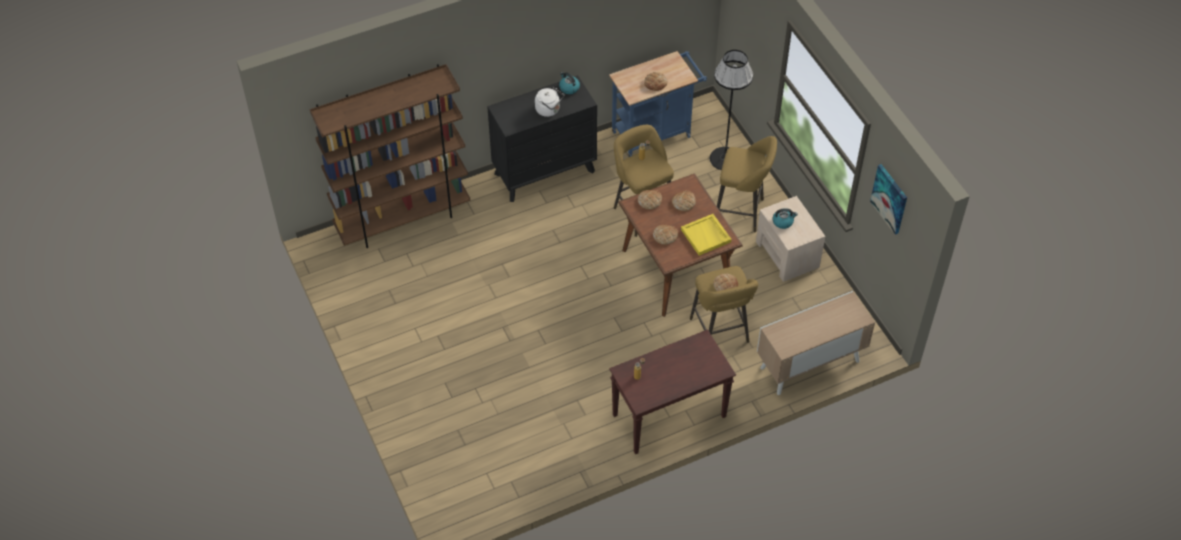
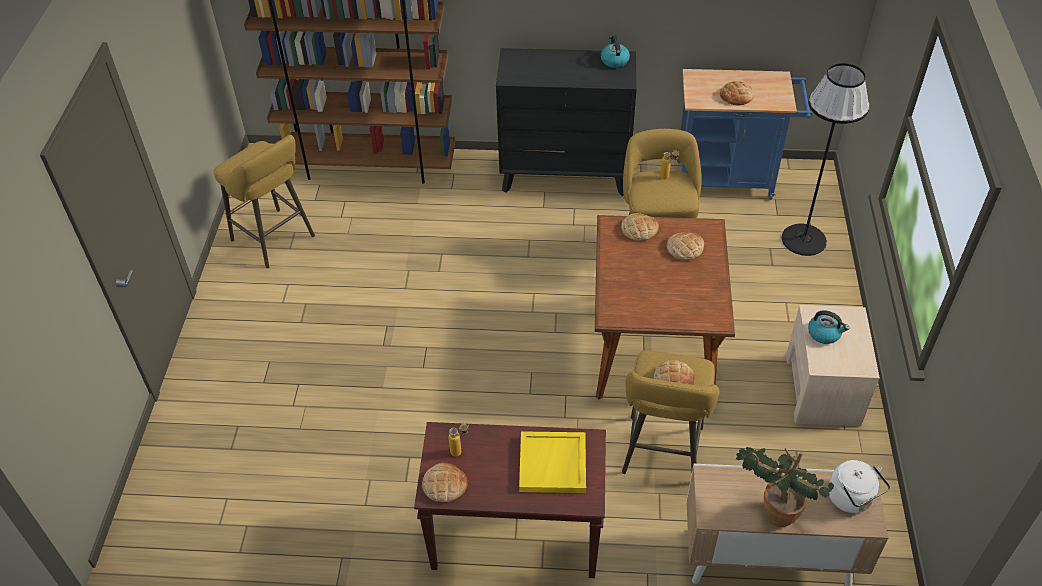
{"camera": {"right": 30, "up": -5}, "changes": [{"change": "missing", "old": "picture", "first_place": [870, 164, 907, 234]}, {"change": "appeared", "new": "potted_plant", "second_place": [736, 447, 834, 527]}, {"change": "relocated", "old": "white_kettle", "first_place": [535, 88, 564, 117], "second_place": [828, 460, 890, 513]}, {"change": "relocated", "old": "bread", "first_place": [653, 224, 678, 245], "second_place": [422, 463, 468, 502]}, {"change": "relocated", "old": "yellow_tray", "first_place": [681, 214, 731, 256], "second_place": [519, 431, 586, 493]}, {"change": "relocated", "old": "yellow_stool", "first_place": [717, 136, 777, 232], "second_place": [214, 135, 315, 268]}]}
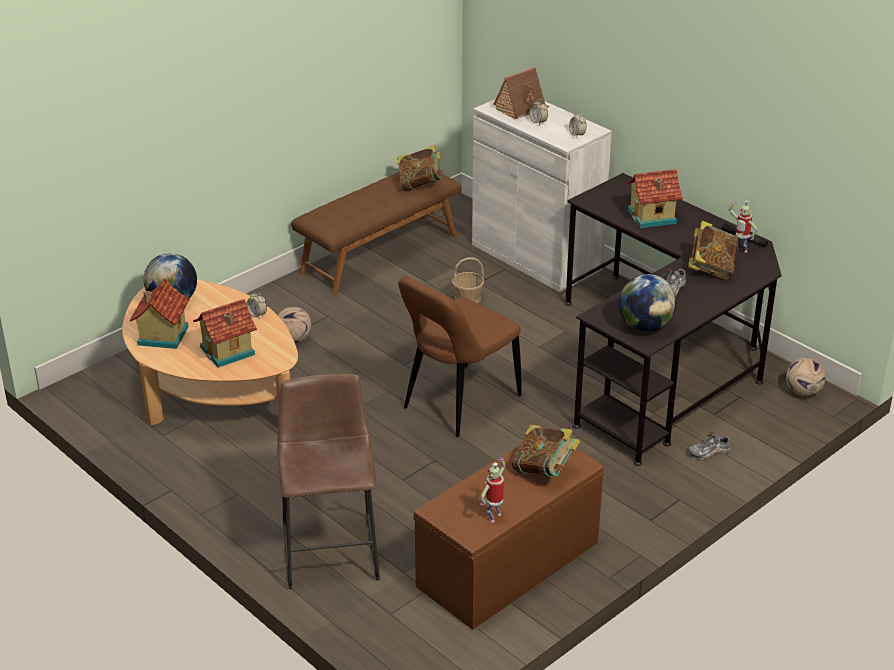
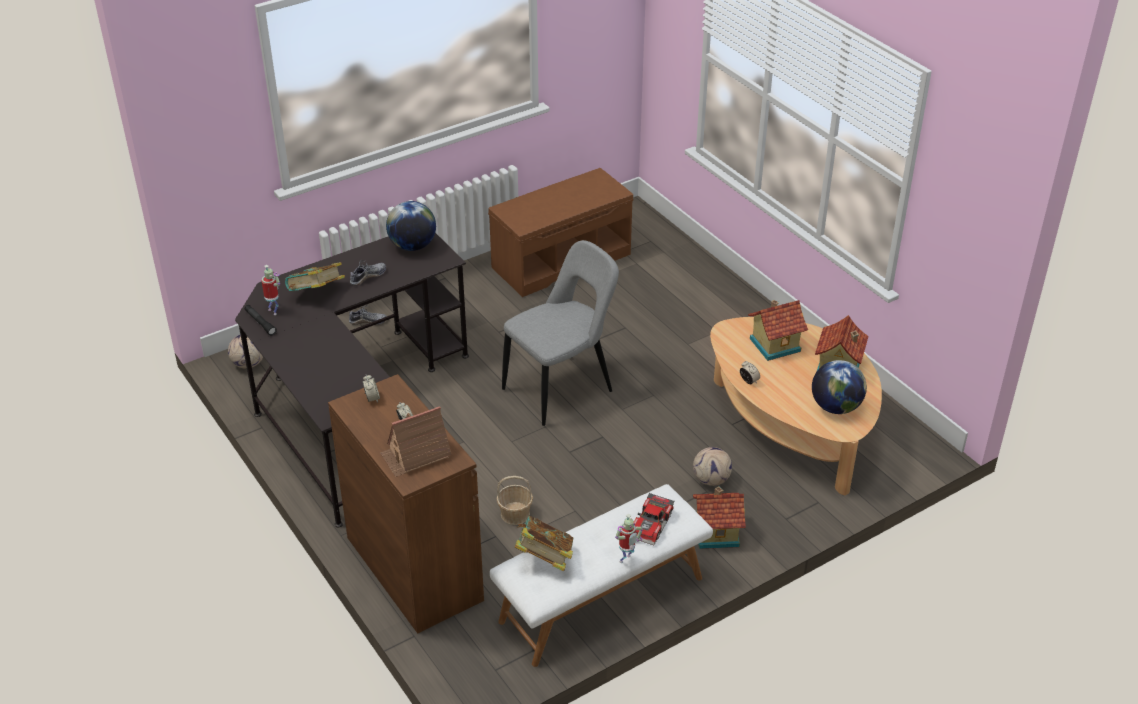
{"camera": {"right": -170, "up": 5}, "changes": [{"change": "missing", "old": "brown_stool", "first_place": [277, 374, 380, 589]}, {"change": "missing", "old": "book", "first_place": [511, 425, 580, 477]}, {"change": "appeared", "new": "toy_car", "second_place": [634, 493, 674, 545]}, {"change": "relocated", "old": "toy_robot", "first_place": [480, 457, 506, 523], "second_place": [615, 513, 643, 563]}, {"change": "relocated", "old": "toy_house", "first_place": [626, 169, 683, 228], "second_place": [692, 487, 746, 549]}, {"change": "colour", "old": "brown_bench", "new": "white_bench", "first_place": [291, 172, 462, 295], "second_place": [490, 484, 713, 667]}, {"change": "colour", "old": "brown_chair", "new": "grey_chair", "first_place": [398, 276, 522, 437], "second_place": [502, 240, 619, 426]}, {"change": "colour", "old": "white_cabinet", "new": "brown_cabinet", "first_place": [472, 100, 612, 293], "second_place": [328, 374, 484, 634]}]}
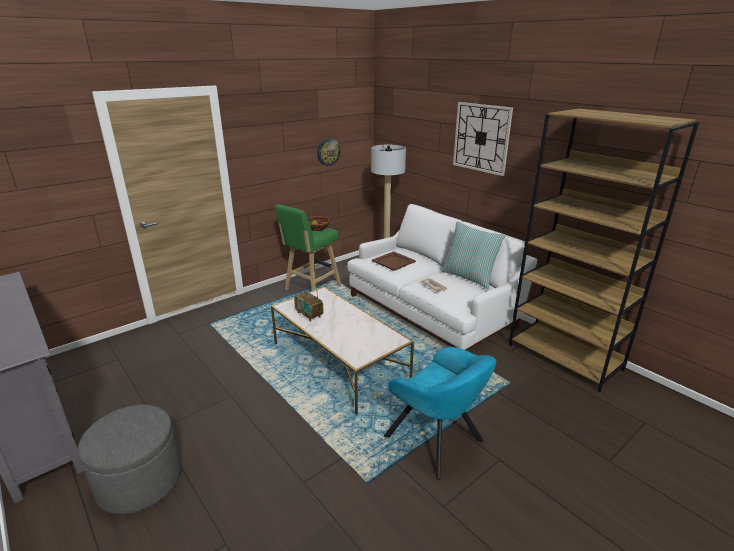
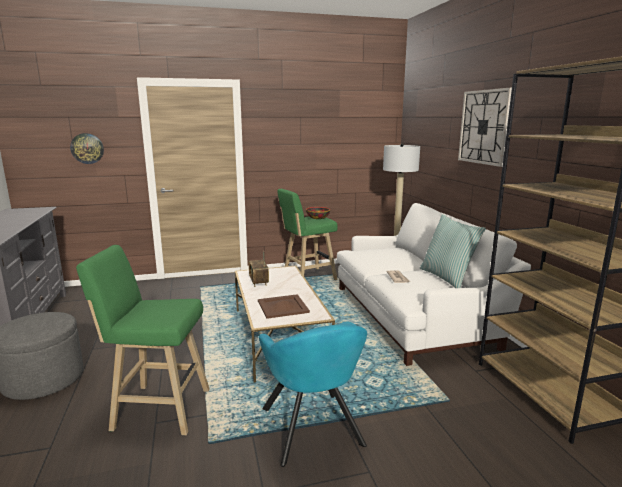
{"camera": {"right": 25, "up": -10}, "changes": [{"change": "appeared", "new": "green_stool", "second_place": [76, 245, 209, 435]}, {"change": "relocated", "old": "wall_clock", "first_place": [317, 138, 340, 166], "second_place": [70, 133, 104, 164]}, {"change": "relocated", "old": "brown_tray", "first_place": [372, 251, 416, 271], "second_place": [258, 294, 310, 319]}]}
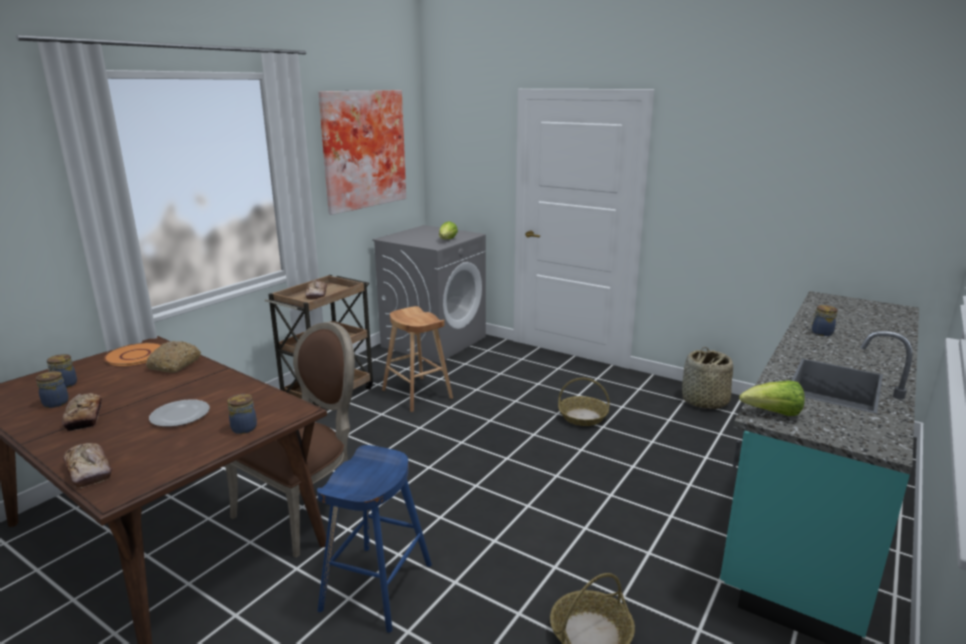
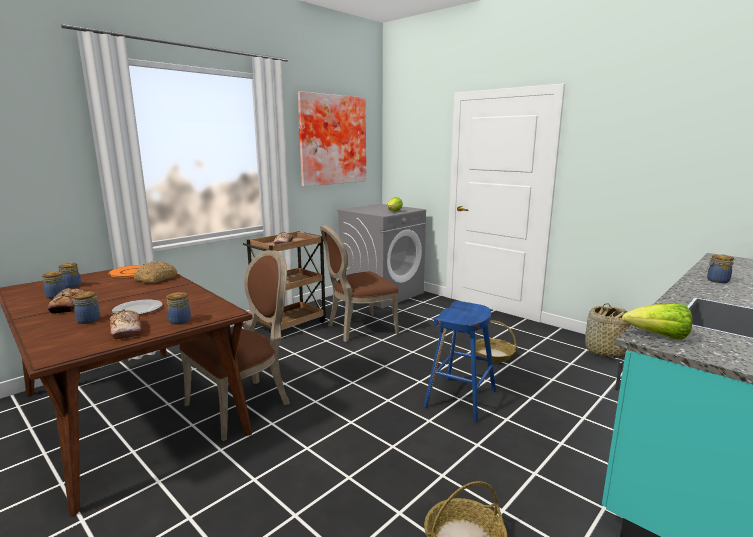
{"camera": {"right": 10, "up": -5}, "changes": [{"change": "appeared", "new": "jar", "second_place": [73, 292, 101, 324]}, {"change": "relocated", "old": "bread", "first_place": [63, 443, 112, 488], "second_place": [110, 309, 142, 340]}, {"change": "relocated", "old": "blue_stool", "first_place": [317, 445, 432, 633], "second_place": [424, 301, 496, 423]}, {"change": "exchanged", "old": "brown_stool", "new": "brown_chair", "first_place": [382, 306, 453, 412], "second_place": [320, 225, 399, 342]}]}
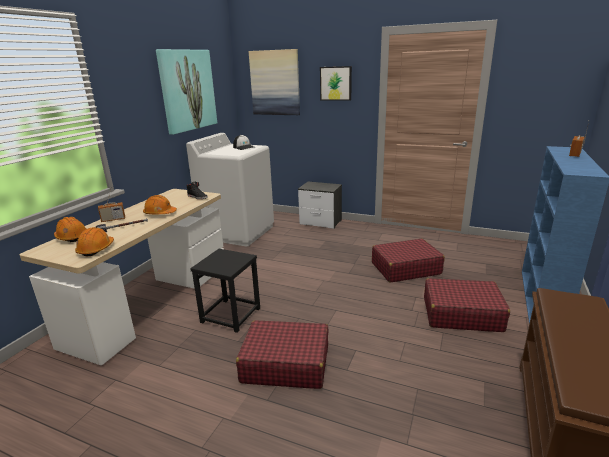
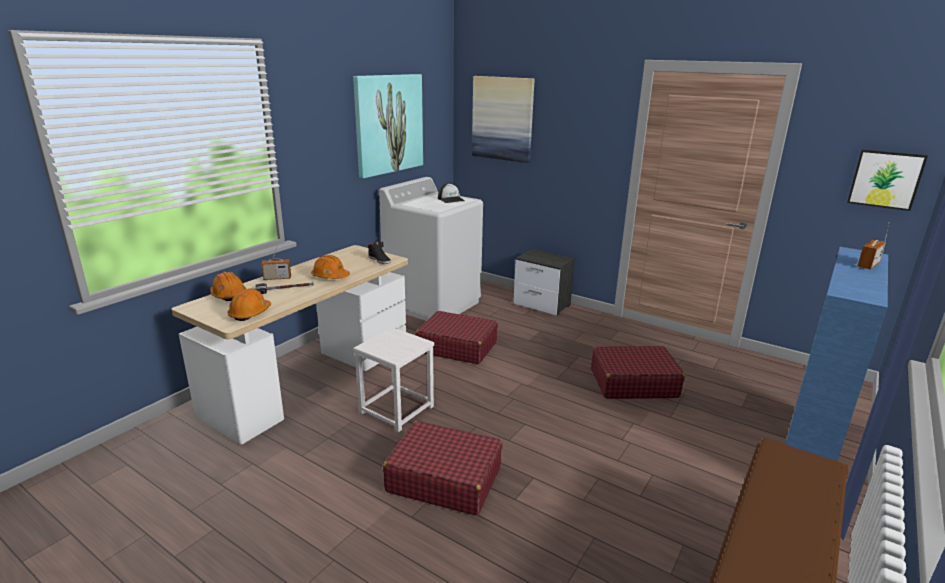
{"camera": {"right": 10, "up": 0}, "changes": [{"change": "relocated", "old": "picture", "first_place": [320, 66, 352, 101], "second_place": [847, 149, 928, 211]}, {"change": "relocated", "old": "red_suitcase", "first_place": [424, 278, 510, 332], "second_place": [416, 311, 498, 364]}, {"change": "colour", "old": "black_stool", "new": "white_stool", "first_place": [190, 249, 260, 333], "second_place": [353, 327, 434, 432]}]}
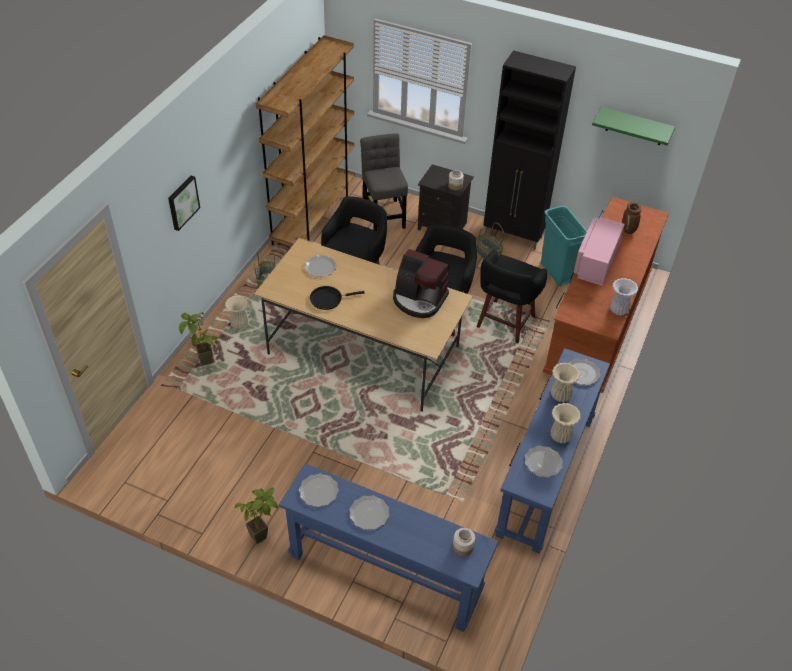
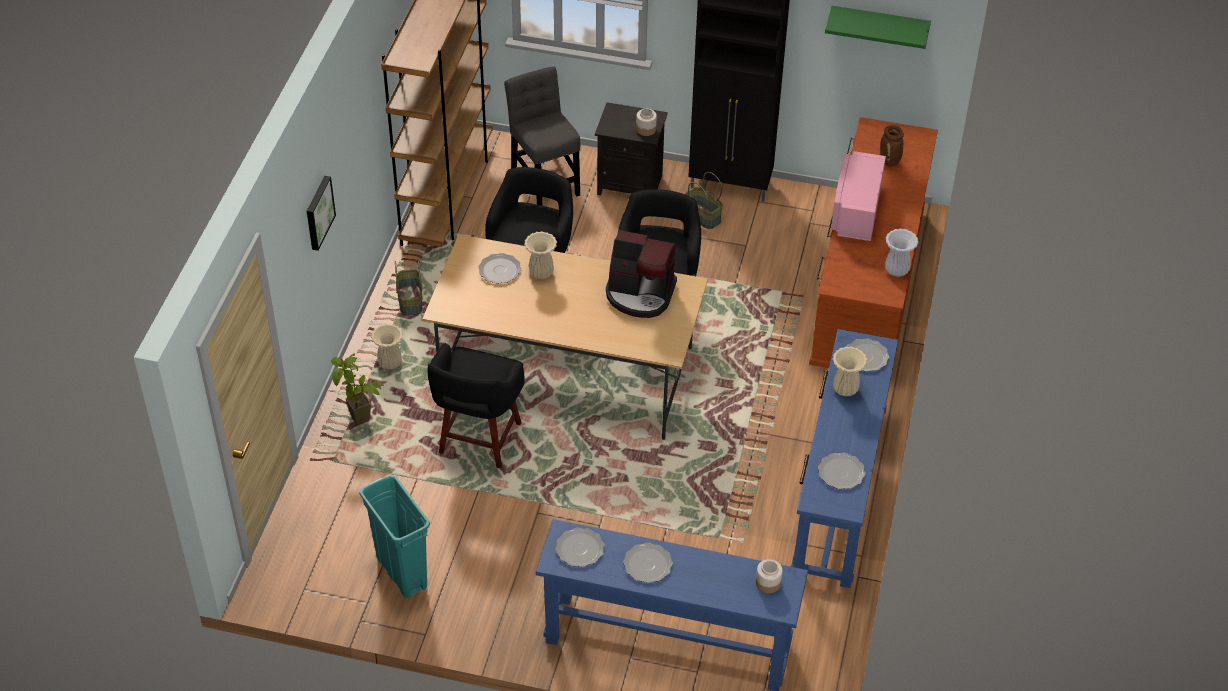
{"camera": {"right": -10, "up": 0}, "changes": [{"change": "missing", "old": "potted_plant", "first_place": [235, 487, 278, 544]}, {"change": "missing", "old": "black_frying_pan", "first_place": [310, 286, 365, 310]}, {"change": "relocated", "old": "black_stool", "first_place": [477, 250, 547, 343], "second_place": [428, 343, 525, 468]}, {"change": "relocated", "old": "turquoise_trash_can", "first_place": [541, 205, 587, 287], "second_place": [359, 475, 430, 598]}, {"change": "relocated", "old": "beige_vase", "first_place": [551, 403, 581, 443], "second_place": [524, 231, 557, 279]}]}
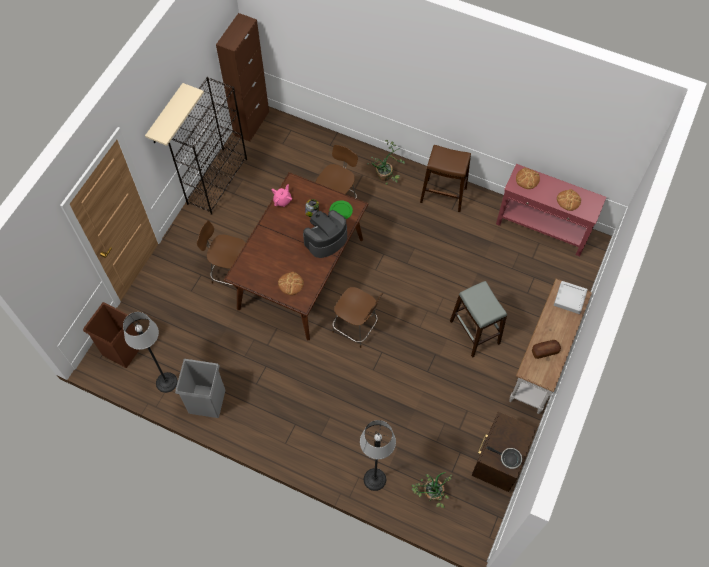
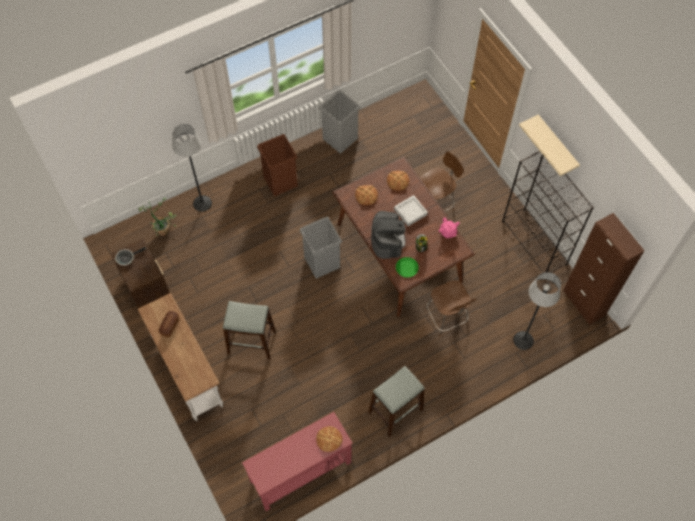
{"camera": {"right": 125, "up": 0}, "changes": [{"change": "missing", "old": "potted_plant", "first_place": [367, 140, 405, 185]}, {"change": "relocated", "old": "brown_trash_can", "first_place": [83, 302, 139, 368], "second_place": [257, 134, 298, 196]}, {"change": "relocated", "old": "floor_lamp", "first_place": [123, 312, 178, 393], "second_place": [513, 272, 561, 350]}, {"change": "relocated", "old": "grey_tray", "first_place": [554, 281, 588, 314], "second_place": [394, 195, 428, 226]}, {"change": "relocated", "old": "bread", "first_place": [557, 189, 581, 211], "second_place": [387, 171, 409, 191]}, {"change": "exchanged", "old": "brown_chair", "new": "grey_trash_can", "first_place": [332, 287, 383, 348], "second_place": [300, 216, 342, 279]}, {"change": "colour", "old": "brown_stool", "new": "grey_stool", "first_place": [420, 145, 471, 212], "second_place": [368, 366, 425, 437]}]}
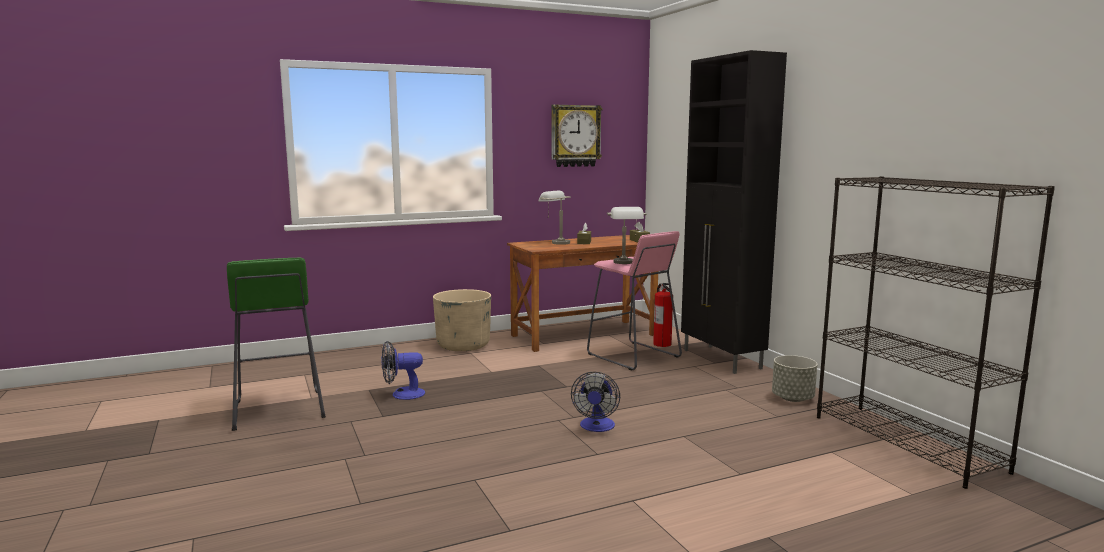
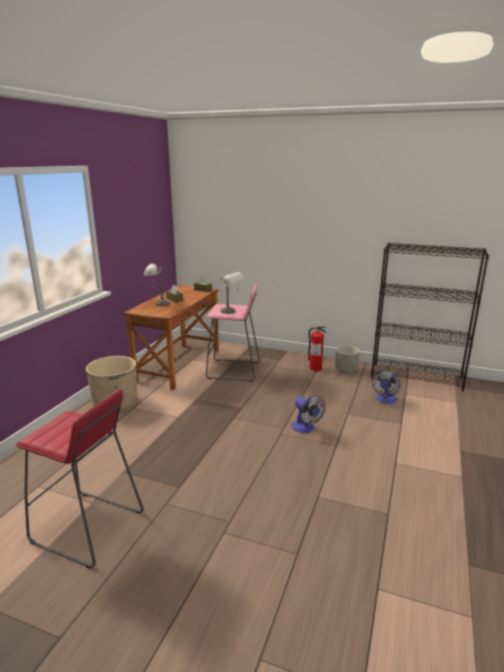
{"camera": {"right": -45, "up": 10}, "changes": [{"change": "missing", "old": "wall_clock", "first_place": [552, 104, 602, 167]}, {"change": "missing", "old": "black_cabinet", "first_place": [681, 50, 787, 374]}, {"change": "relocated", "old": "fan", "first_place": [381, 341, 425, 400], "second_place": [371, 370, 400, 404]}, {"change": "relocated", "old": "fire_extinguisher", "first_place": [653, 283, 673, 347], "second_place": [308, 327, 326, 371]}, {"change": "colour", "old": "green_stool", "new": "red_stool", "first_place": [227, 257, 326, 431], "second_place": [16, 390, 144, 569]}]}
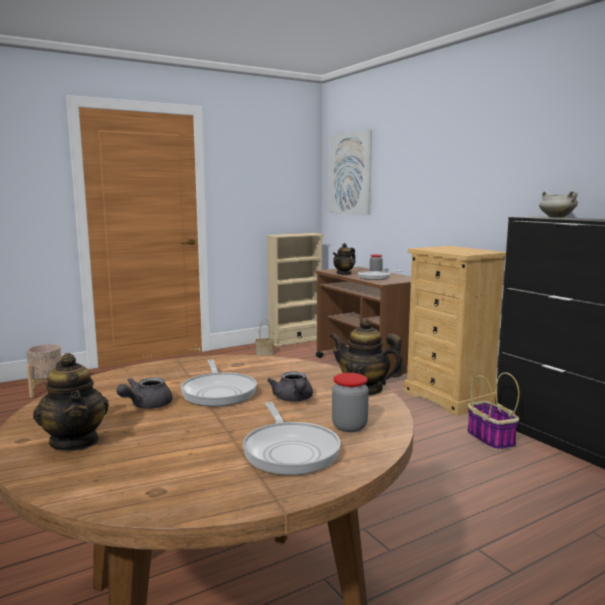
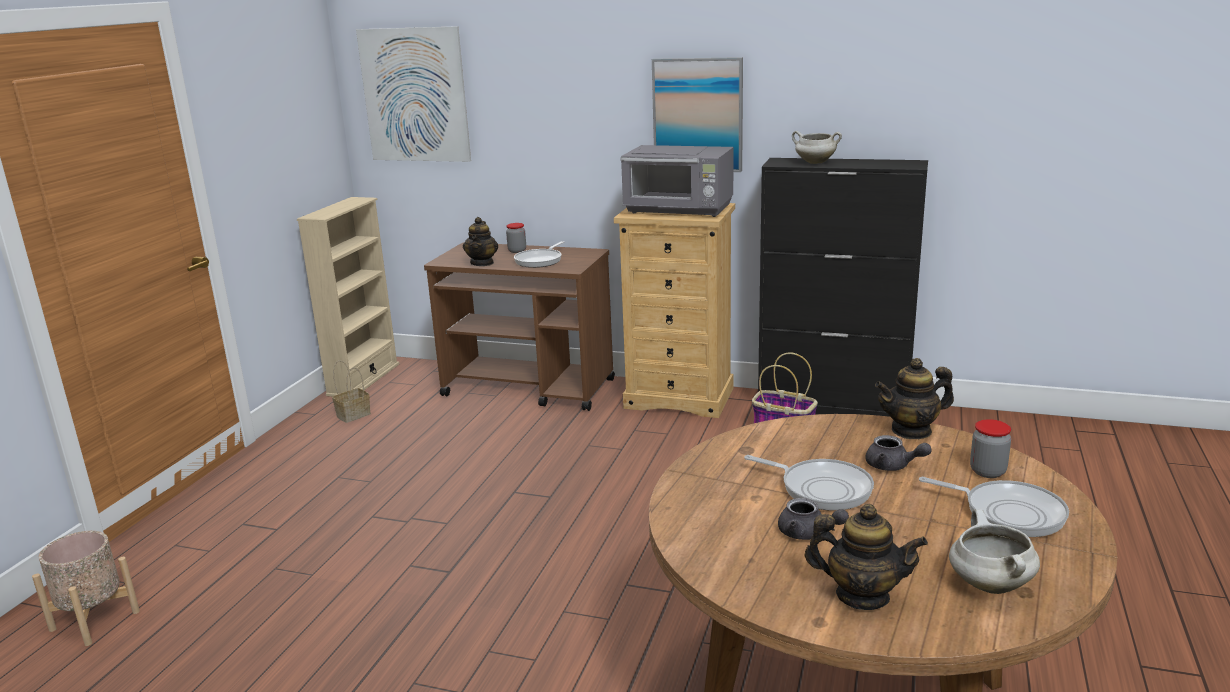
{"camera": {"right": -40, "up": 10}, "changes": [{"change": "appeared", "new": "grey_microwave", "second_place": [620, 145, 734, 217]}, {"change": "appeared", "new": "picture", "second_place": [652, 57, 743, 172]}, {"change": "appeared", "new": "white_cooking_pot", "second_place": [949, 509, 1040, 594]}, {"change": "spun", "old": "grey_teapot", "first_place": [116, 377, 173, 409], "second_place": [778, 498, 849, 540], "degrees": -45}]}
